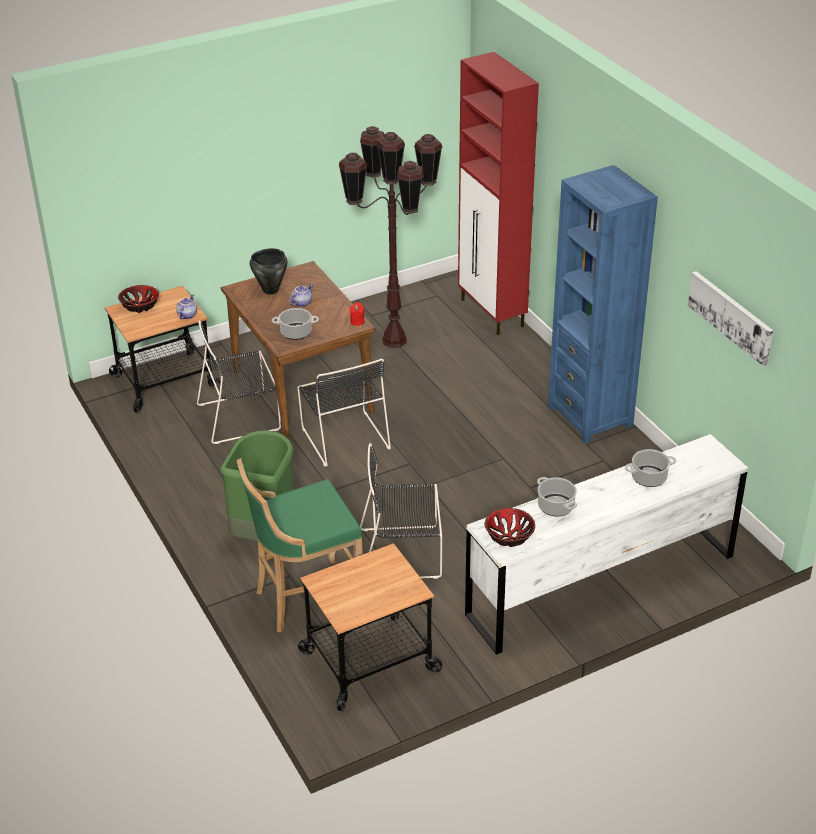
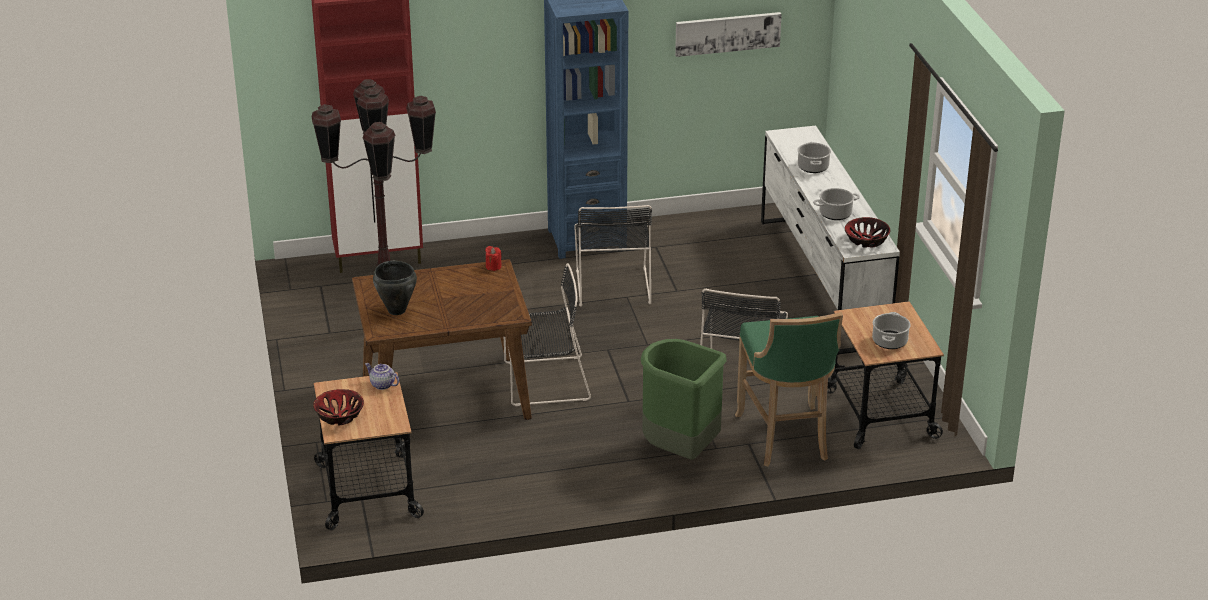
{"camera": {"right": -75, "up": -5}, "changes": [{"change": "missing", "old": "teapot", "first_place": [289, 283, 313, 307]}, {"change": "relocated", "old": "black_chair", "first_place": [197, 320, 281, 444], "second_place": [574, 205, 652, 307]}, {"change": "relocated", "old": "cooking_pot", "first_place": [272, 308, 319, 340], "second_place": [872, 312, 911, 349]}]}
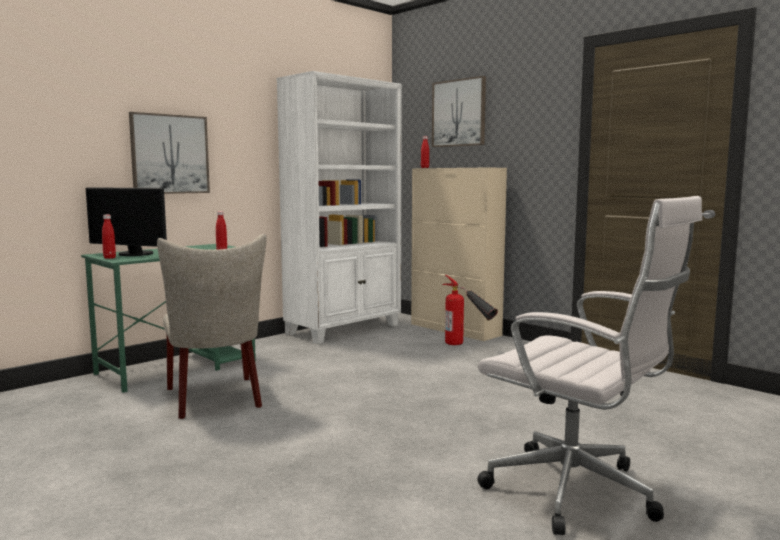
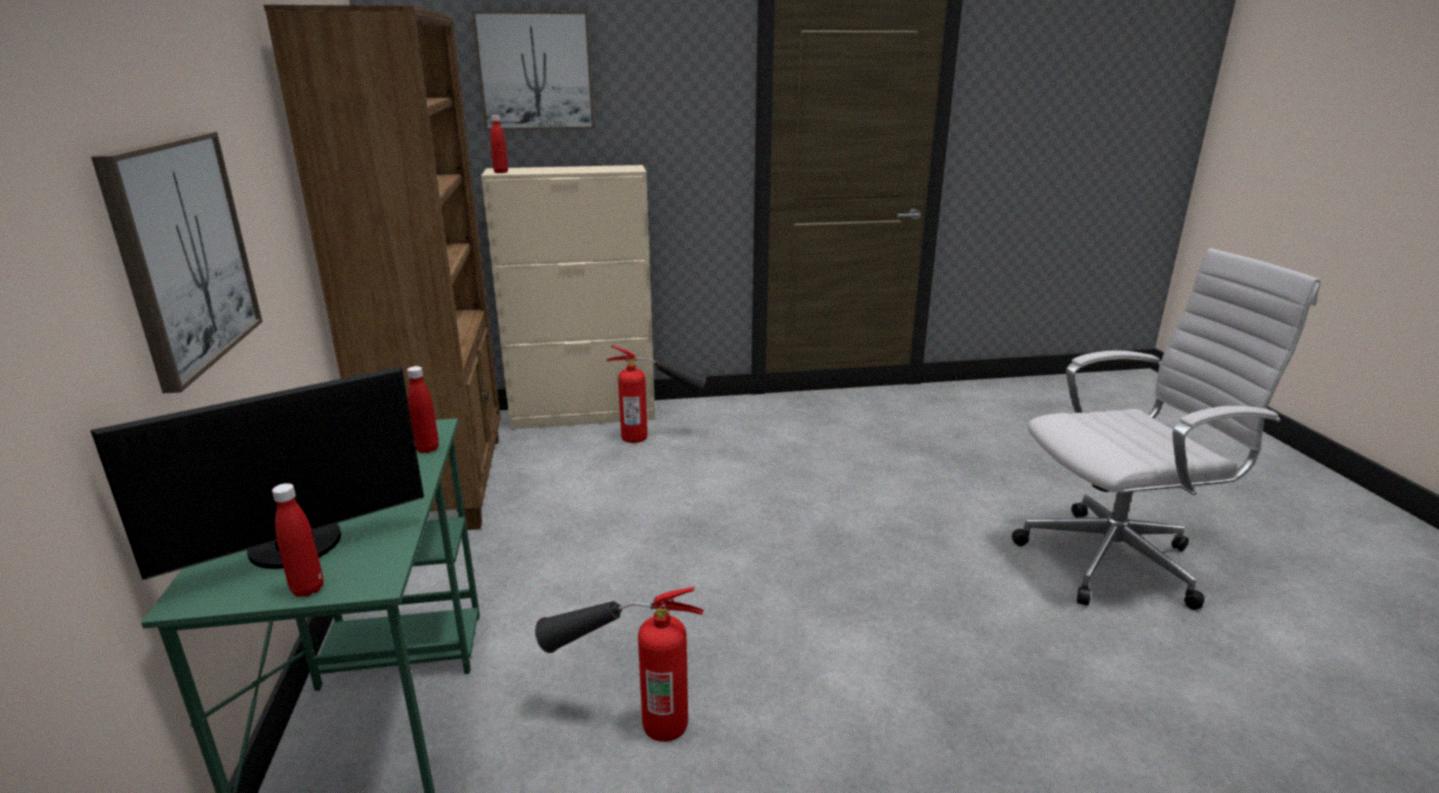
{"camera": {"right": -55, "up": 15}, "changes": [{"change": "exchanged", "old": "beige_chair", "new": "fire_extinguisher", "first_place": [157, 234, 267, 419], "second_place": [535, 587, 704, 742]}, {"change": "colour", "old": "white_bookcase", "new": "brown_bookcase", "first_place": [276, 71, 402, 344], "second_place": [264, 5, 501, 530]}]}
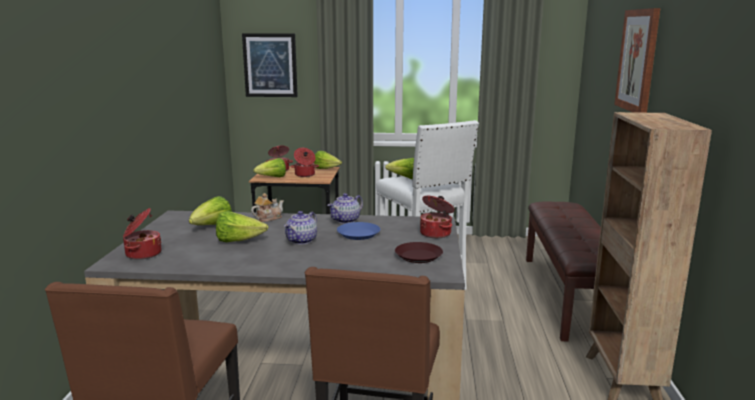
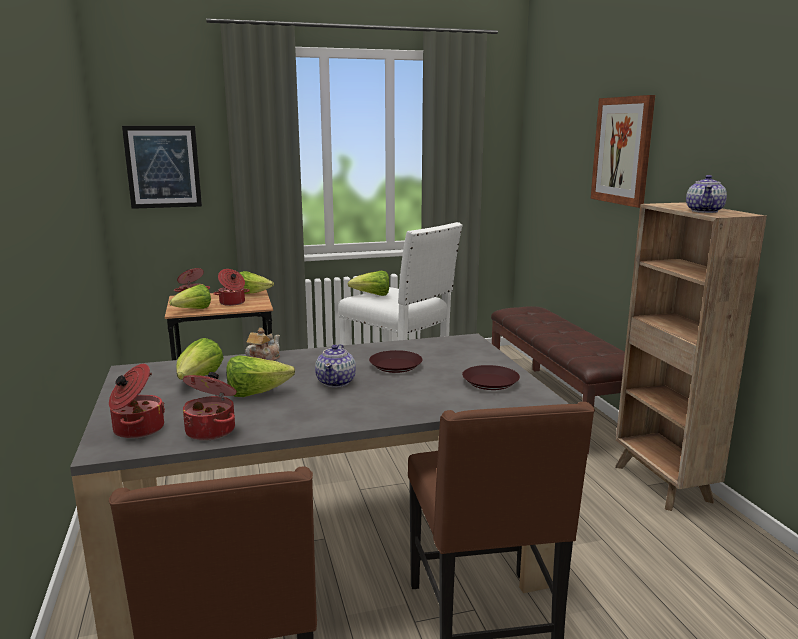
{"camera": {"right": -20, "up": 0}, "changes": [{"change": "relocated", "old": "teapot", "first_place": [327, 193, 363, 224], "second_place": [686, 175, 727, 213]}, {"change": "relocated", "old": "cooking_pot", "first_place": [420, 196, 455, 238], "second_place": [183, 372, 237, 441]}, {"change": "colour", "old": "blue_plate", "new": "brown_plate", "first_place": [337, 222, 380, 240], "second_place": [369, 350, 423, 373]}]}
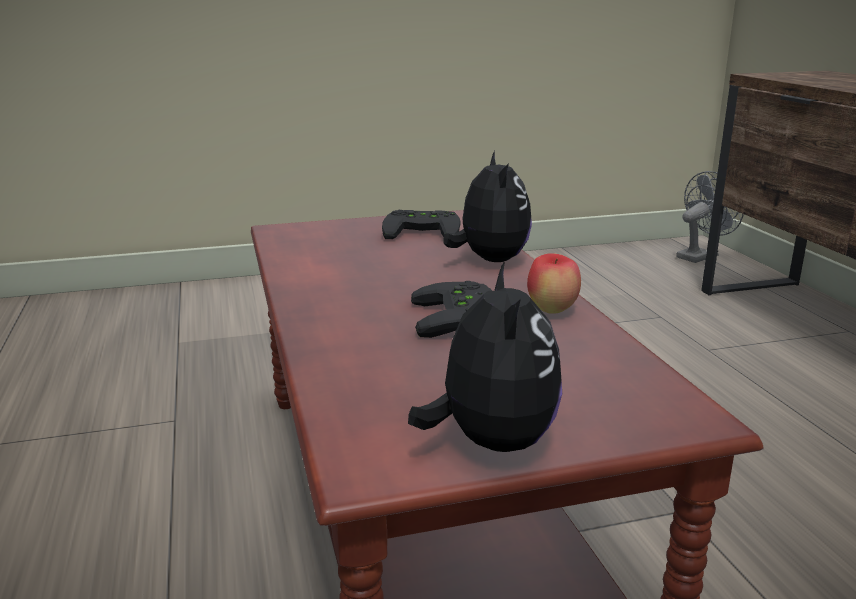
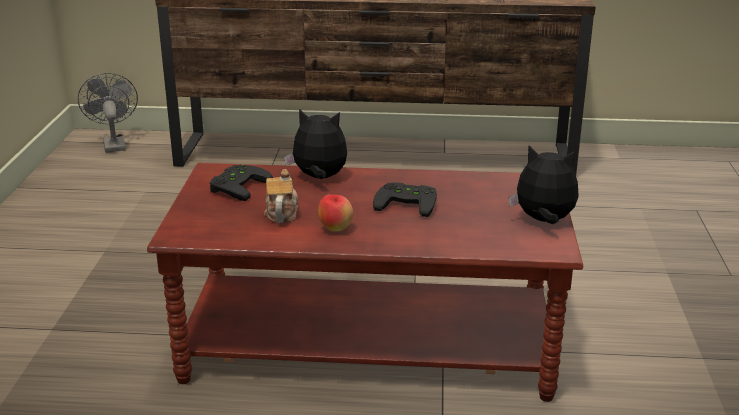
{"camera": {"right": -70, "up": 5}, "changes": [{"change": "appeared", "new": "teapot", "second_place": [264, 169, 298, 223]}, {"change": "relocated", "old": "apple", "first_place": [527, 253, 581, 314], "second_place": [318, 195, 354, 232]}]}
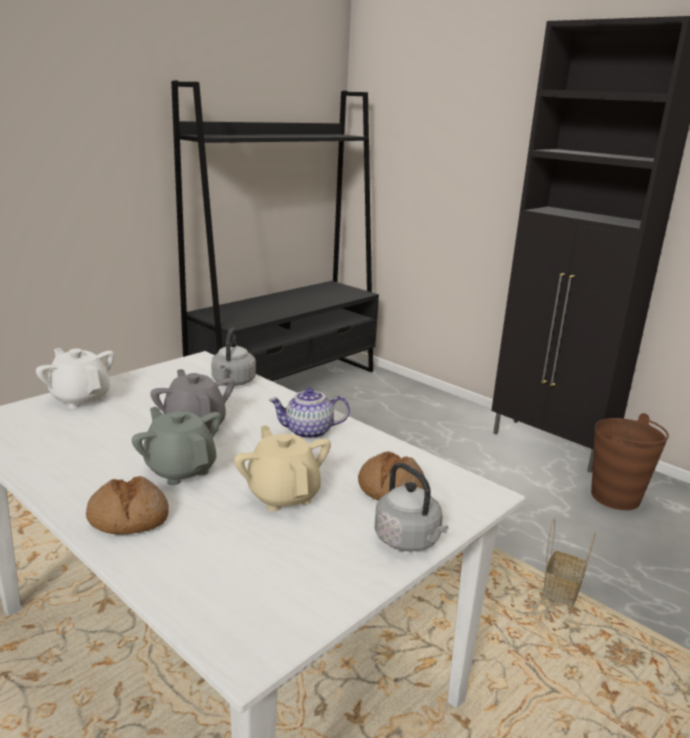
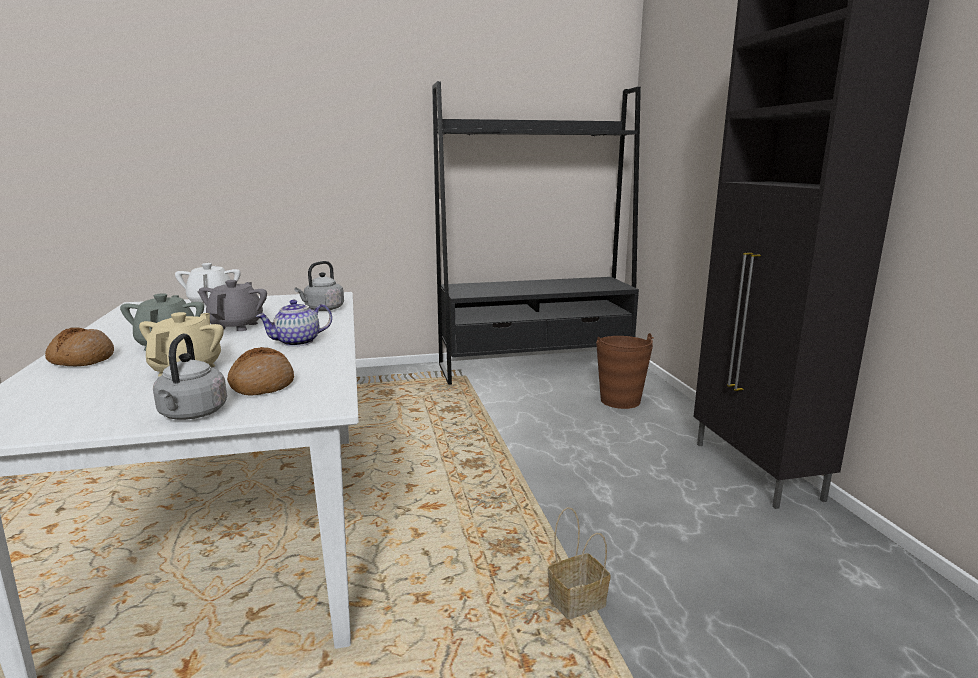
{"camera": {"right": 35, "up": -5}, "changes": [{"change": "relocated", "old": "brown_bucket", "first_place": [591, 413, 669, 510], "second_place": [596, 333, 654, 409]}, {"change": "spun", "old": "teapot", "first_place": [269, 388, 350, 439], "second_place": [256, 300, 332, 347], "degrees": -60}]}
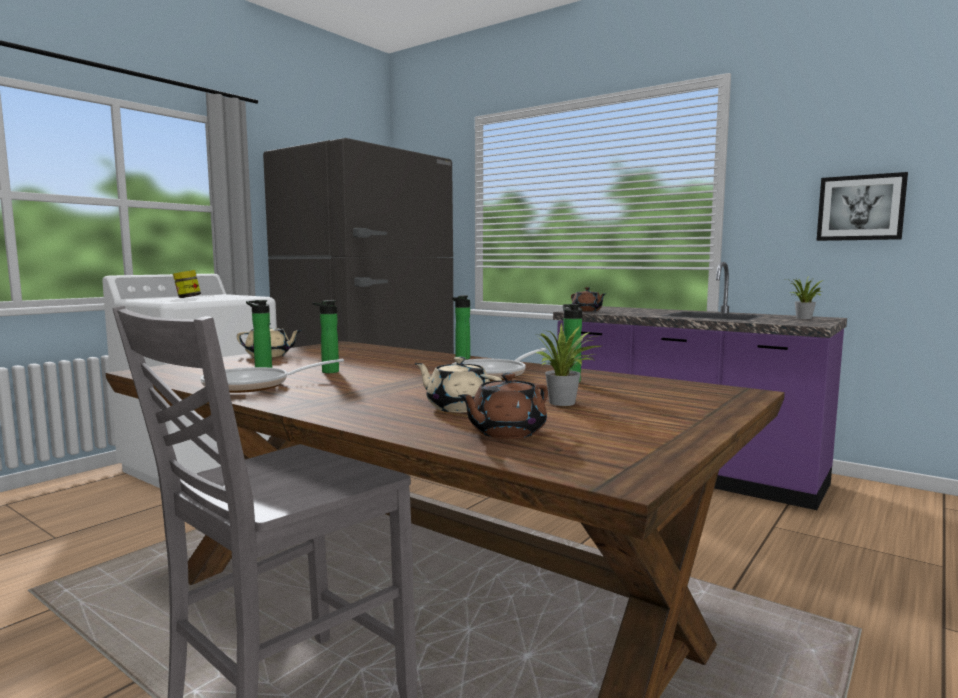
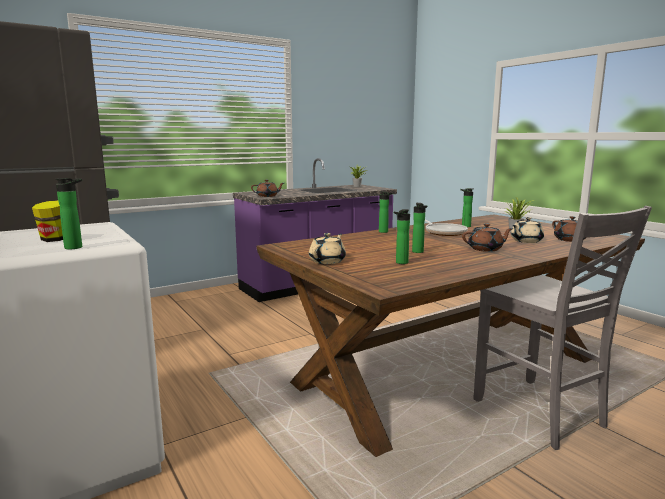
{"camera": {"right": -70, "up": 5}, "changes": [{"change": "missing", "old": "frying_pan", "first_place": [201, 359, 344, 393]}, {"change": "missing", "old": "picture", "first_place": [816, 172, 908, 241]}, {"change": "appeared", "new": "bottle", "second_place": [55, 178, 82, 249]}, {"change": "appeared", "new": "brown_teapot", "second_place": [462, 223, 513, 252]}]}
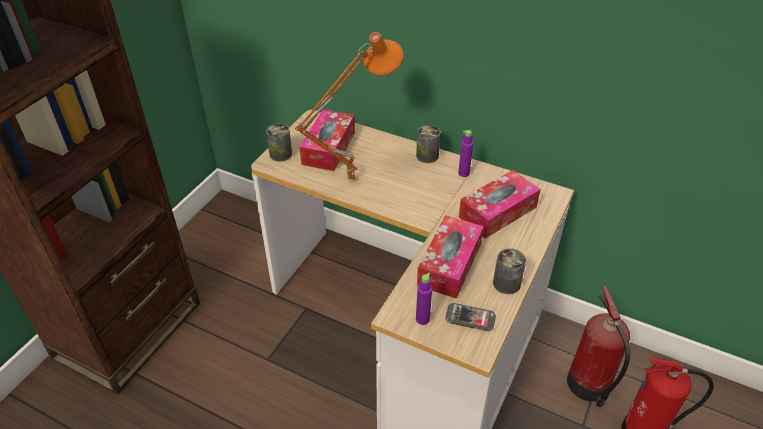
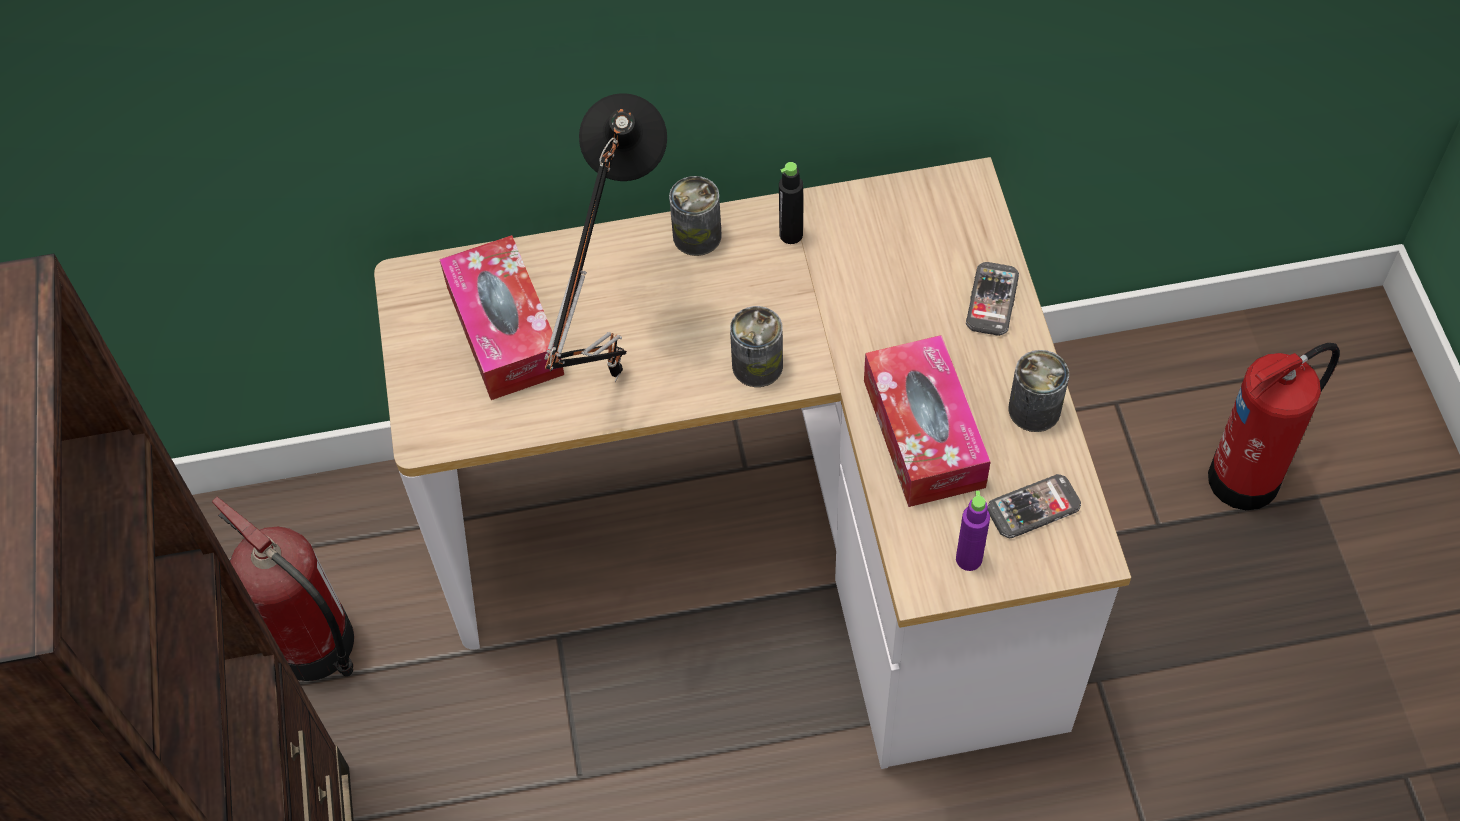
{"camera": {"right": -35, "up": 15}, "changes": [{"change": "missing", "old": "tissue_box", "first_place": [459, 170, 541, 239]}, {"change": "appeared", "new": "phone", "second_place": [966, 262, 1019, 336]}, {"change": "relocated", "old": "can", "first_place": [266, 123, 292, 162], "second_place": [730, 306, 783, 387]}, {"change": "relocated", "old": "fire_extinguisher", "first_place": [567, 286, 630, 407], "second_place": [212, 497, 354, 681]}, {"change": "colour", "old": "orange_table_lamp", "new": "black_table_lamp", "first_place": [295, 32, 404, 183], "second_place": [545, 93, 667, 382]}, {"change": "colour", "old": "purple_bottle", "new": "black_bottle", "first_place": [458, 130, 473, 177], "second_place": [779, 162, 803, 244]}]}
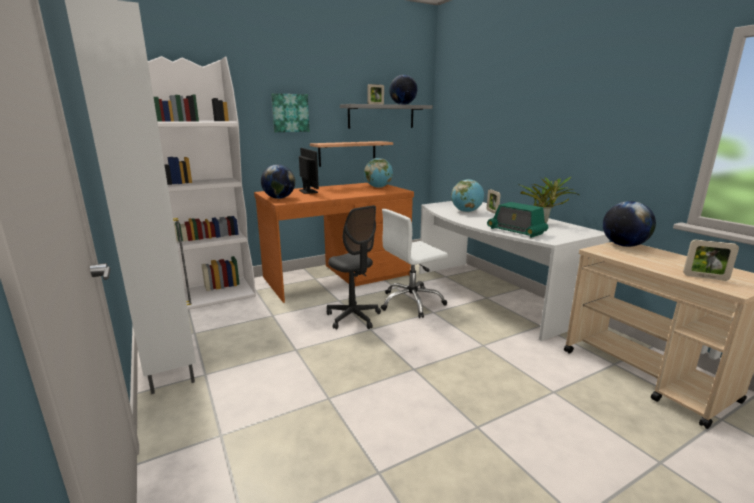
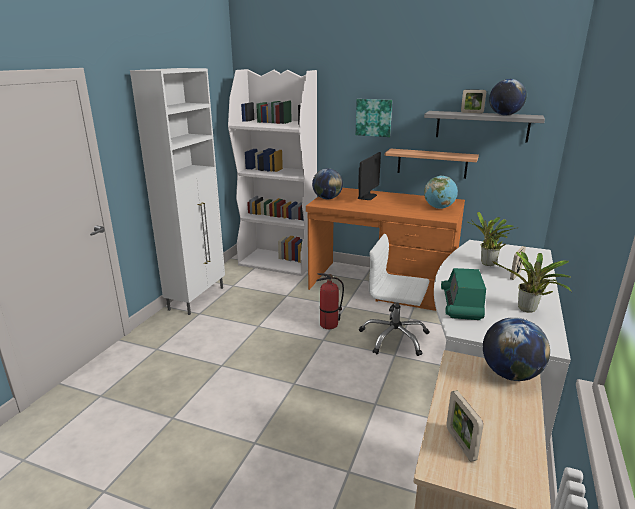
{"camera": {"right": 50, "up": 5}, "changes": [{"change": "exchanged", "old": "grey_office_chair", "new": "fire_extinguisher", "first_place": [327, 205, 381, 330], "second_place": [316, 273, 344, 329]}, {"change": "exchanged", "old": "globe", "new": "potted_plant", "first_place": [451, 179, 484, 212], "second_place": [467, 212, 518, 266]}]}
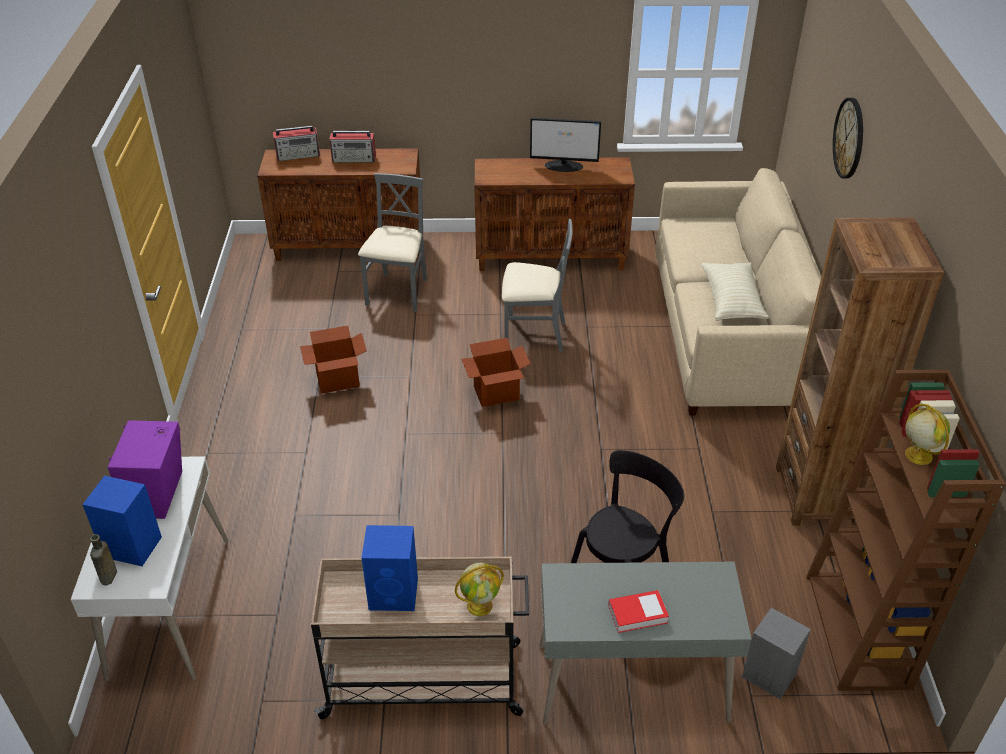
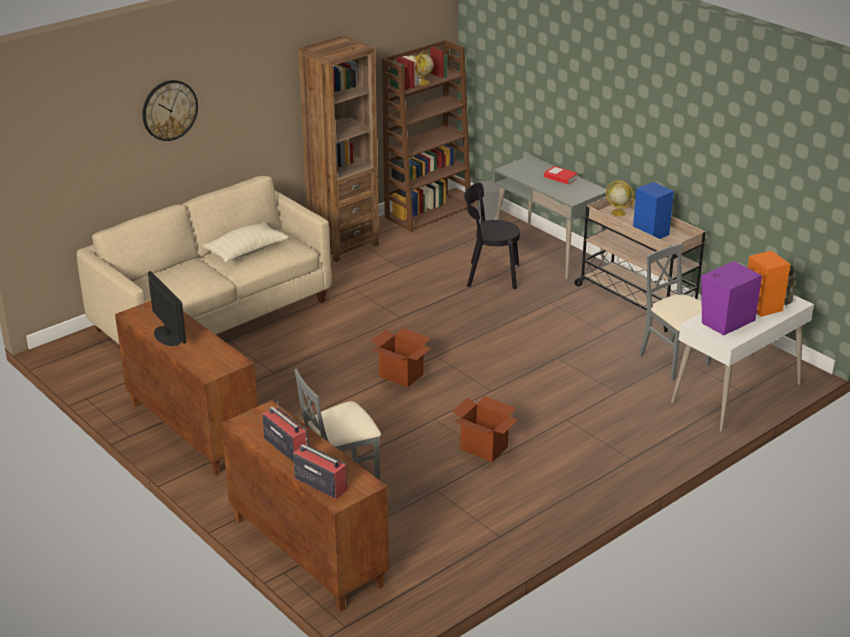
{"camera": {"right": -130, "up": -10}, "changes": [{"change": "relocated", "old": "grey_chair", "first_place": [502, 219, 573, 352], "second_place": [639, 243, 711, 381]}, {"change": "colour", "old": "blue_speaker", "new": "orange_speaker", "first_place": [82, 476, 162, 566], "second_place": [748, 251, 790, 317]}]}
